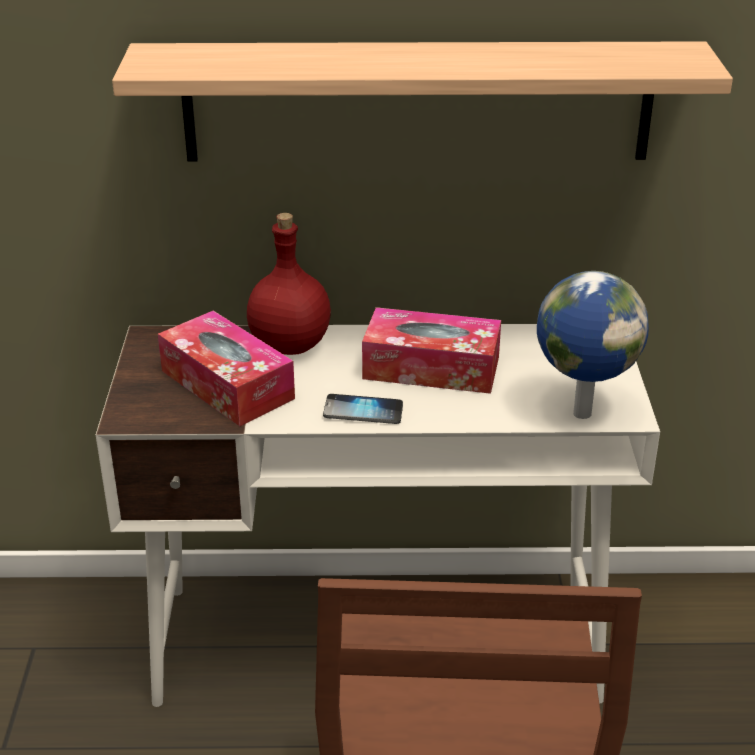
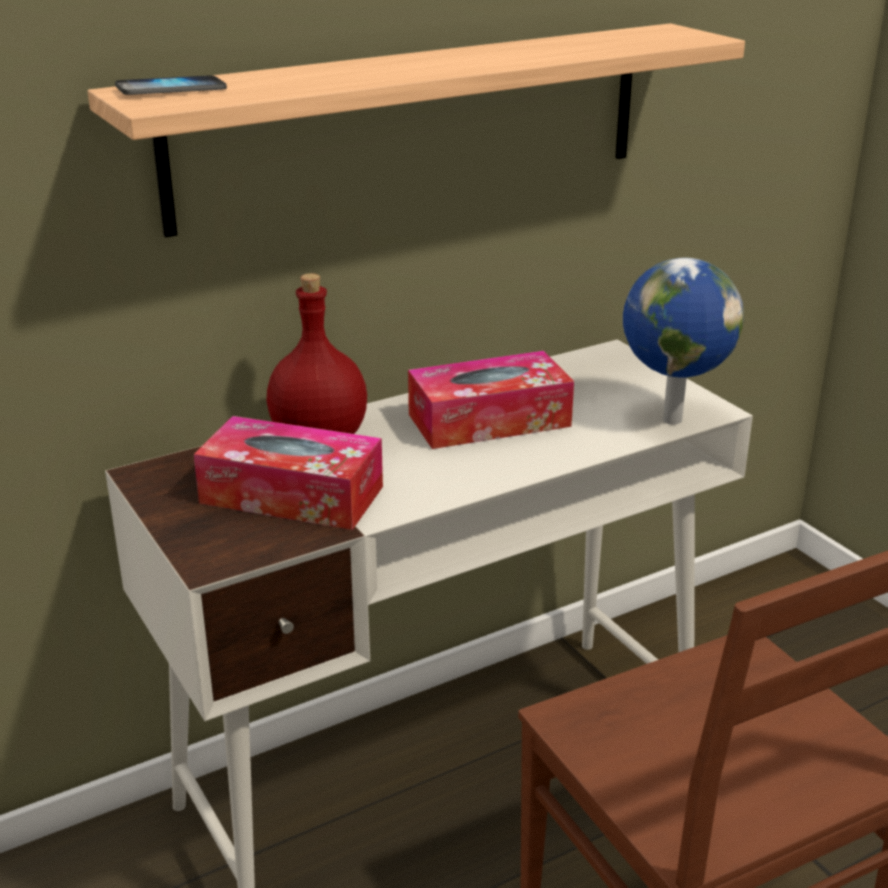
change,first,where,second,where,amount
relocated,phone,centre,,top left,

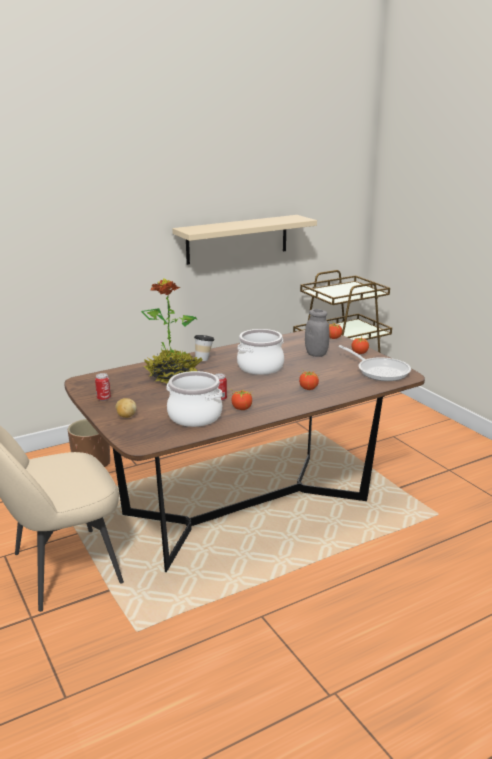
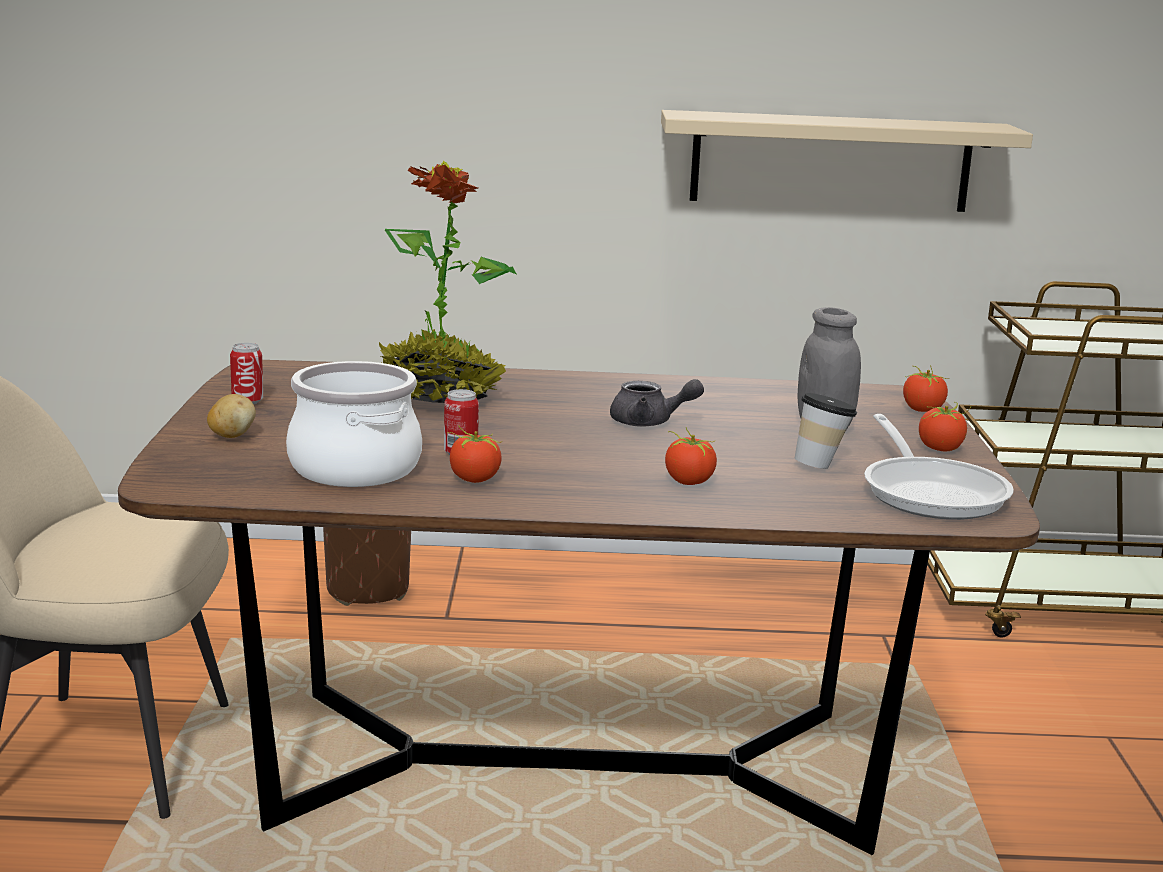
change,first,where,second,where,amount
relocated,cup,centre,,middle right,
exchanged,cooking pot (no. 2 from left),centre,grey teapot,centre,

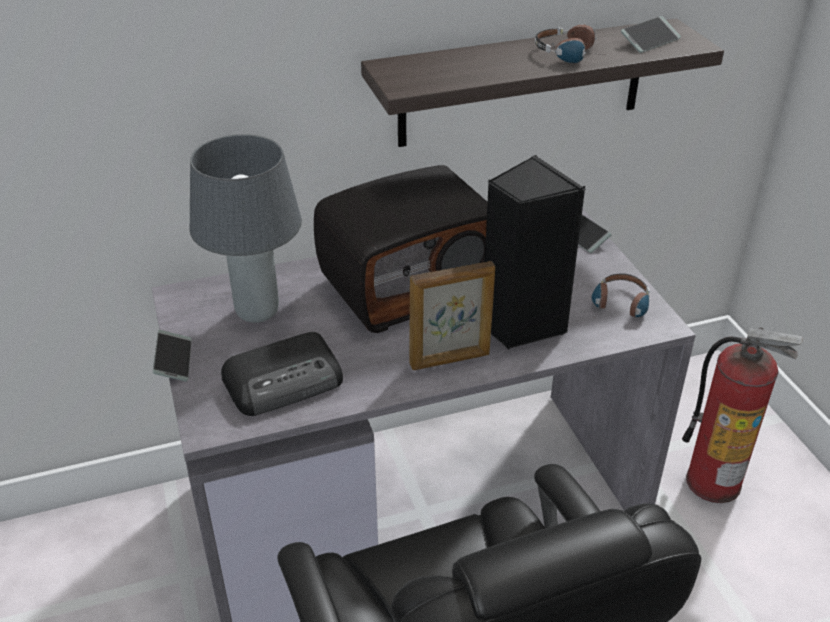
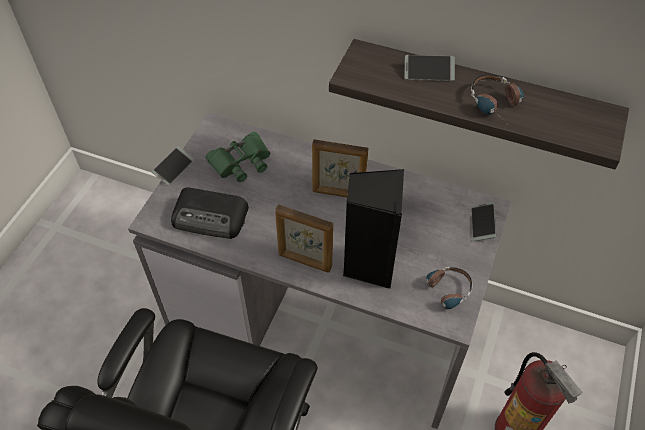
change,first,where,second,where,amount
exchanged,grey table lamp,middle left,green binoculars,centre,
exchanged,radio (no. 2 from left),centre,picture frame (no. 2 from left),centre,
relocated,phone (no. 3 from left in the first image),top right,phone (no. 2 from left),top centre,

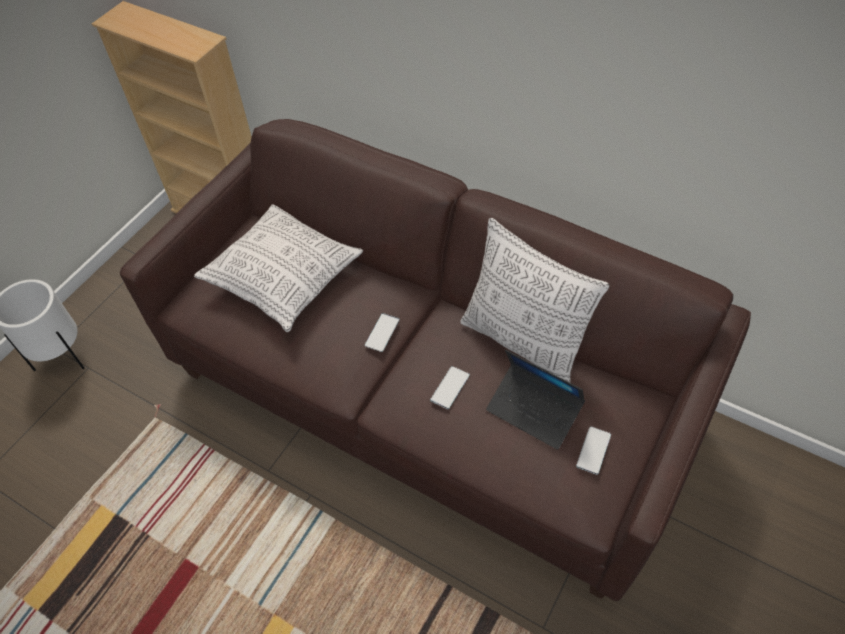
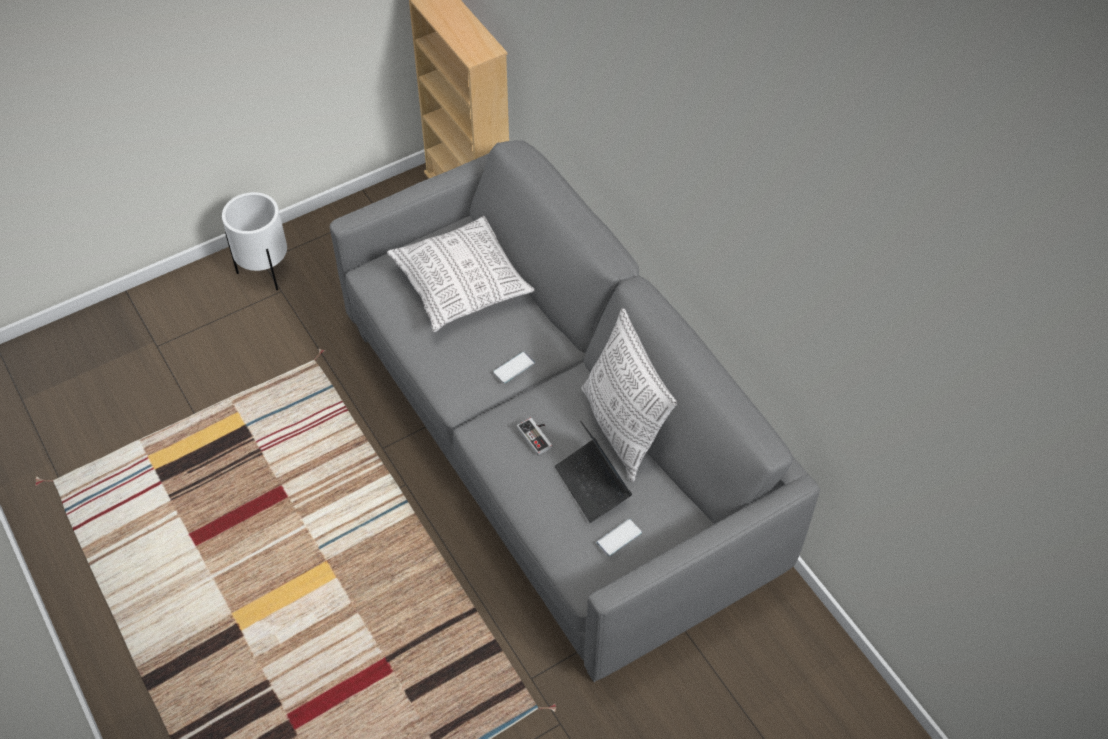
change,first,where,second,where,amount
colour,brown sofa,centre,grey sofa,centre,
exchanged,phone (no. 2 from left),centre,game controller,centre,

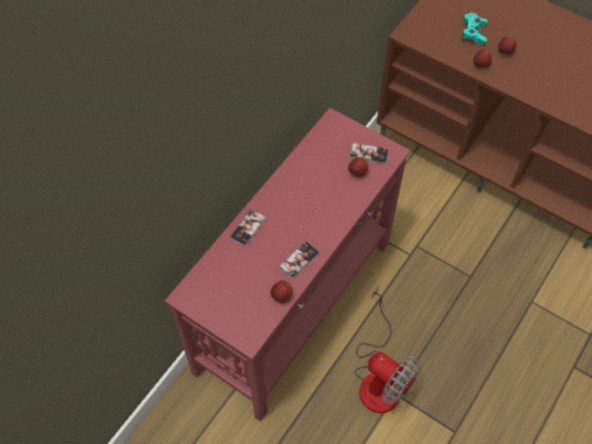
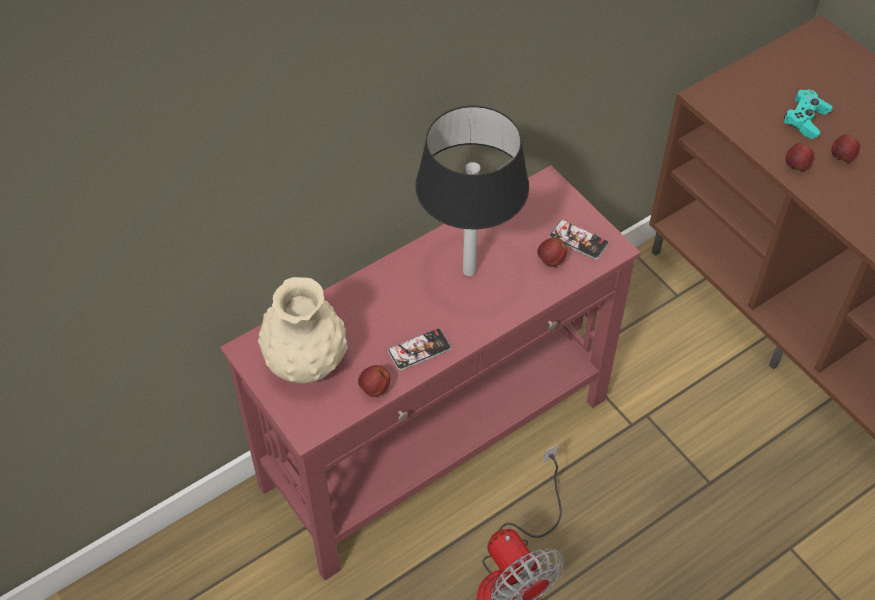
change,first,where,second,where,amount
missing,phone (no. 1 from left),centre,,,
appeared,,,beige vase,centre,
appeared,,,black table lamp,top centre,

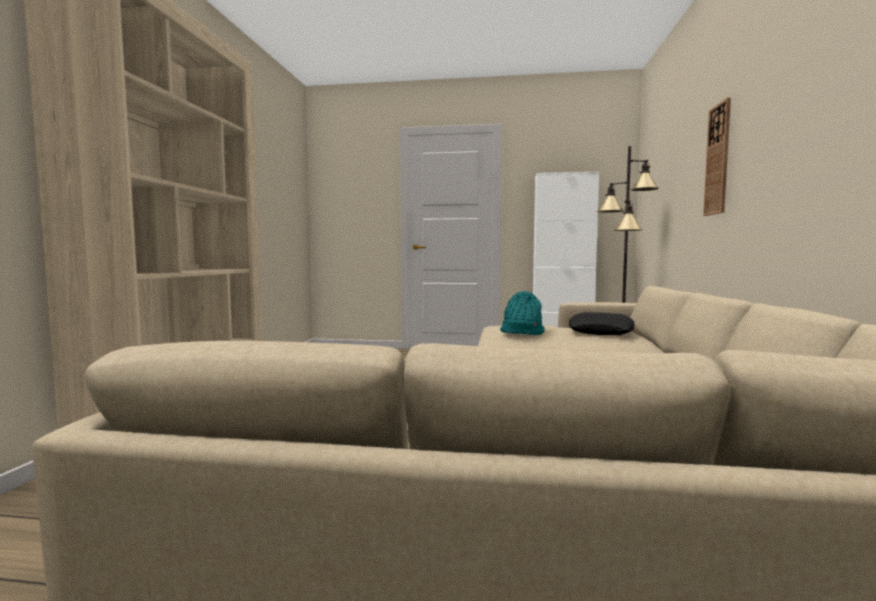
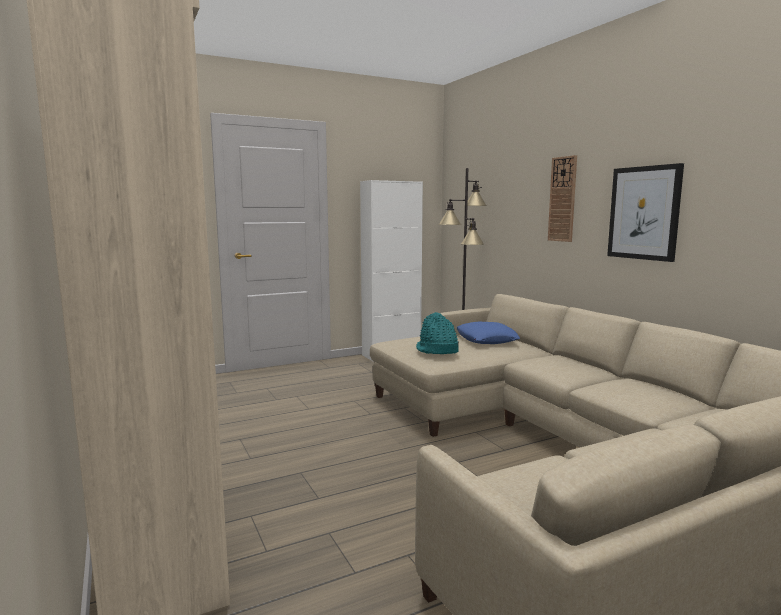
change,first,where,second,where,amount
colour,black pillow,middle right,blue pillow,centre,
appeared,,,picture,middle right,

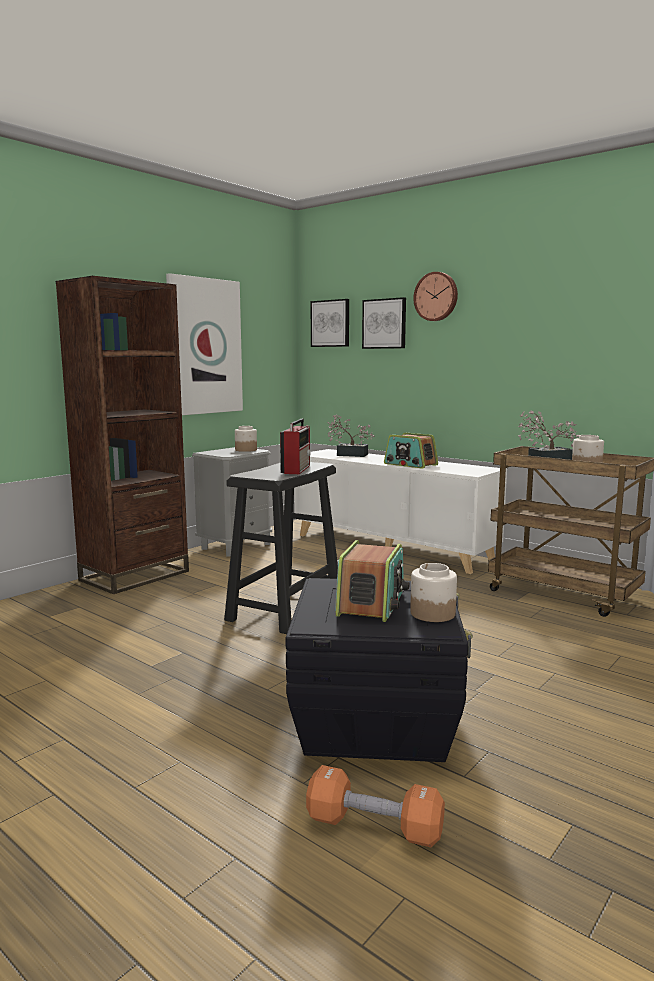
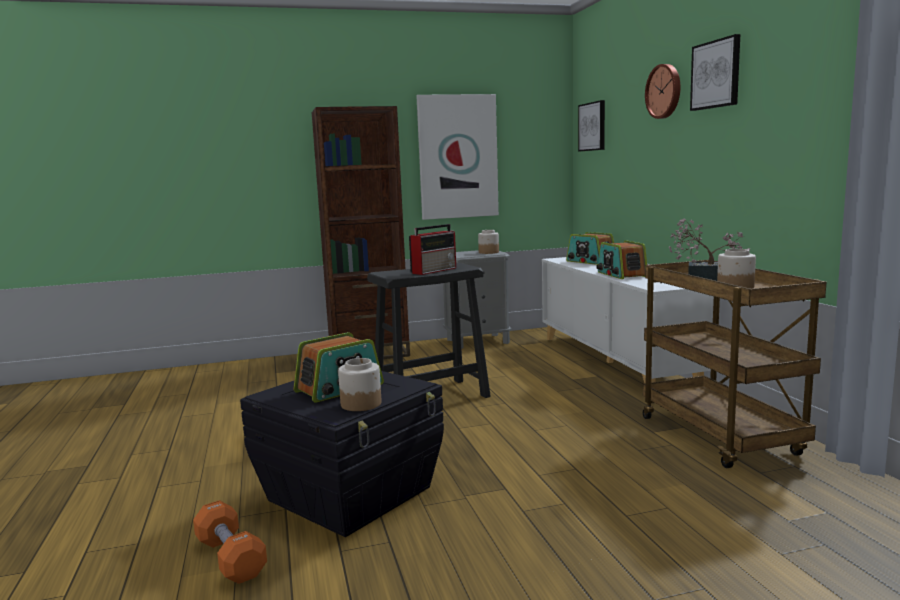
change,first,where,second,where,amount
exchanged,potted plant (no. 1 from left),centre,radio (no. 3 from left),centre,
relocated,picture (no. 3 from left),top centre,,top right,

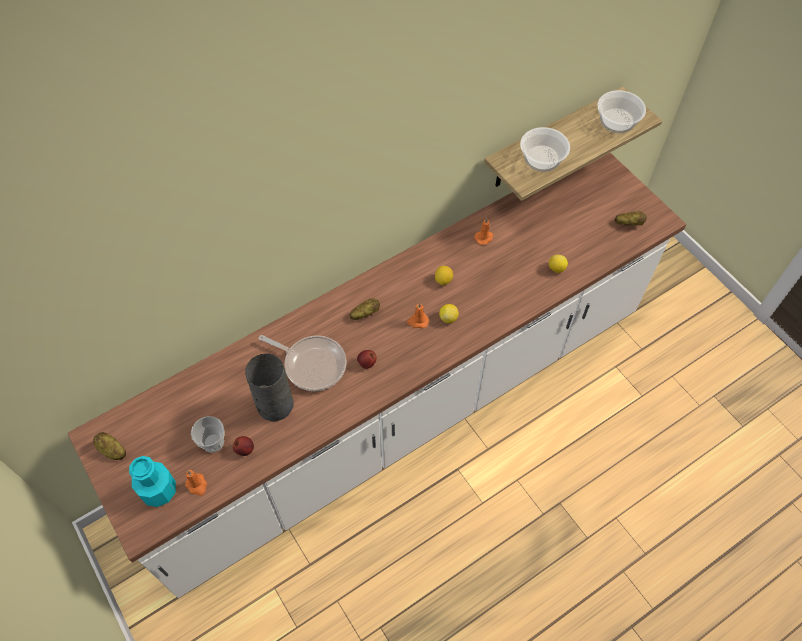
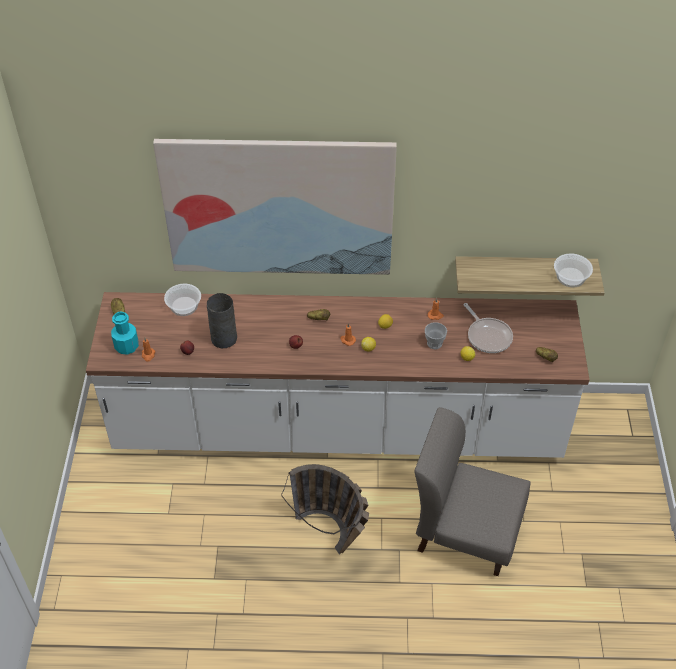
change,first,where,second,where,amount
relocated,cup,bottom left,,centre,
relocated,frying pan,centre,,middle right,
relocated,bowl (no. 1 from left),top right,,middle left,
appeared,,,picture,top centre,
appeared,,,basket,bottom centre,
appeared,,,grey chair,bottom right,

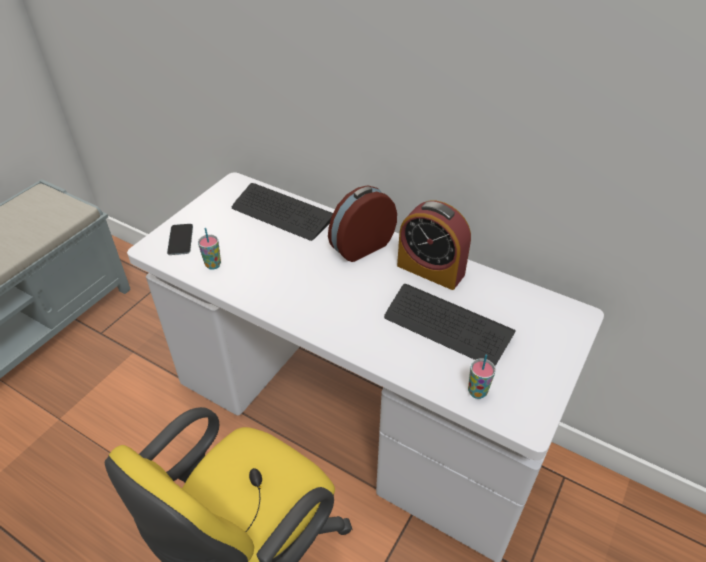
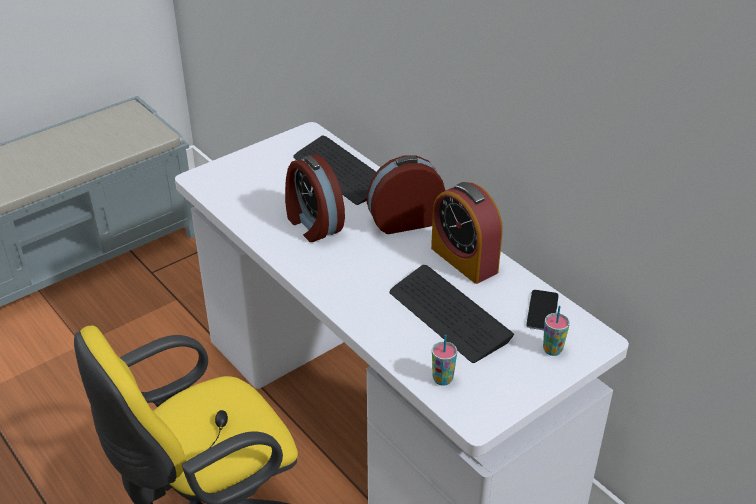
change,first,where,second,where,amount
relocated,phone,middle left,,middle right,
relocated,cup (no. 1 from left in the first image),middle left,cup (no. 2 from left),middle right,
appeared,,,alarm clock (no. 1 from left),centre,

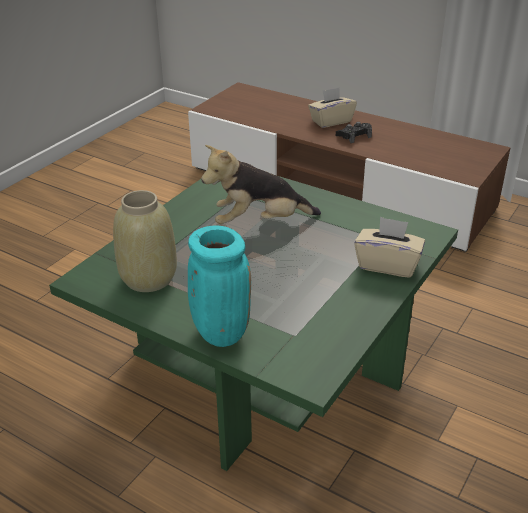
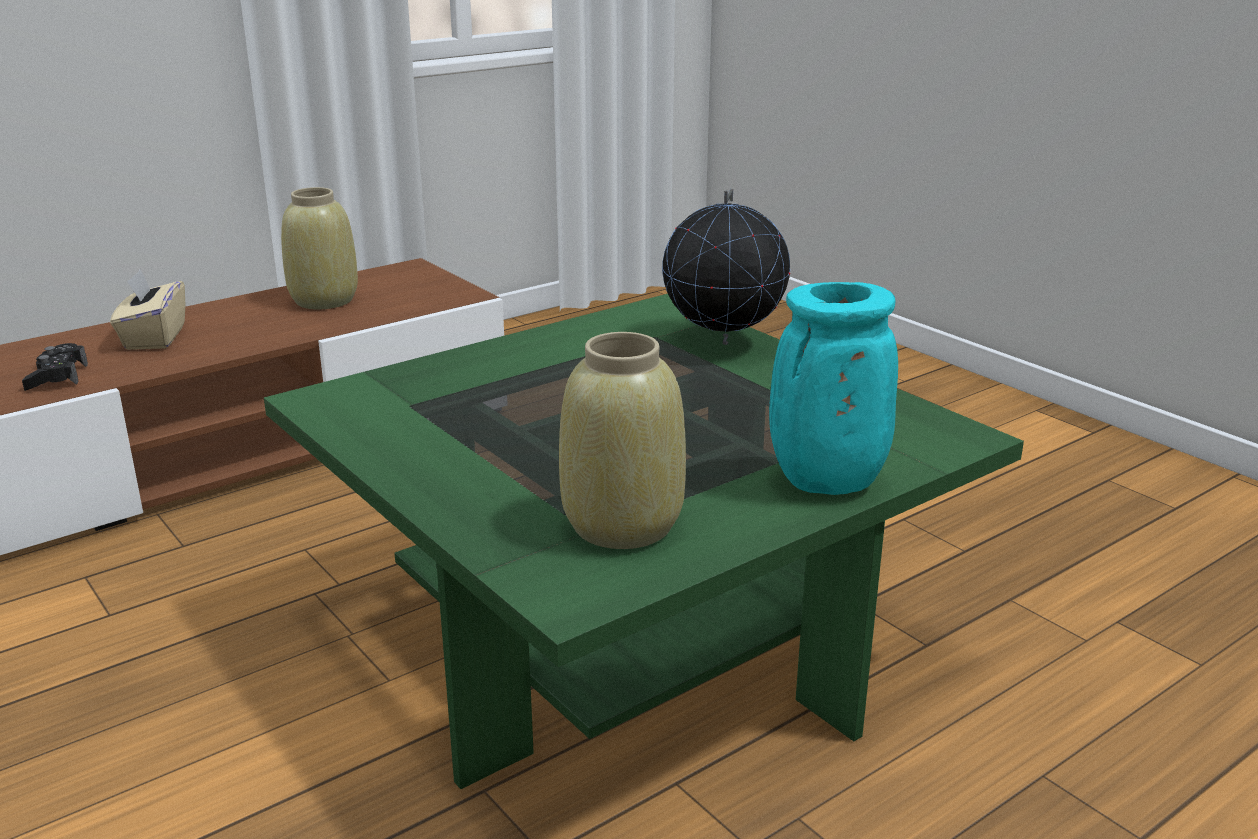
change,first,where,second,where,amount
missing,plush toy,centre,,,
relocated,black game controller,top right,,middle left,
exchanged,beige tissue box (no. 2 from left),middle right,globe,top centre,
appeared,,,beige vase (no. 1 from left),top left,

